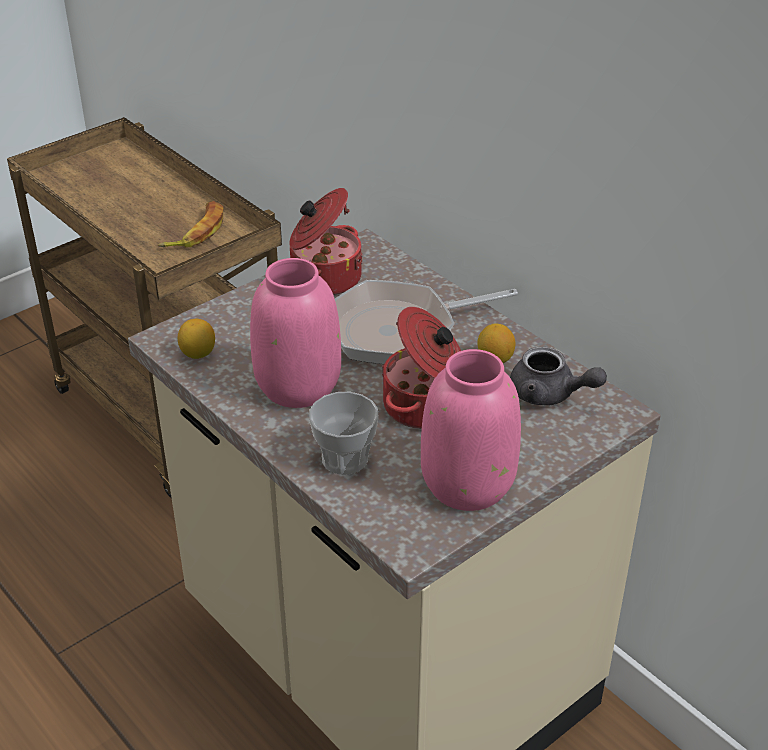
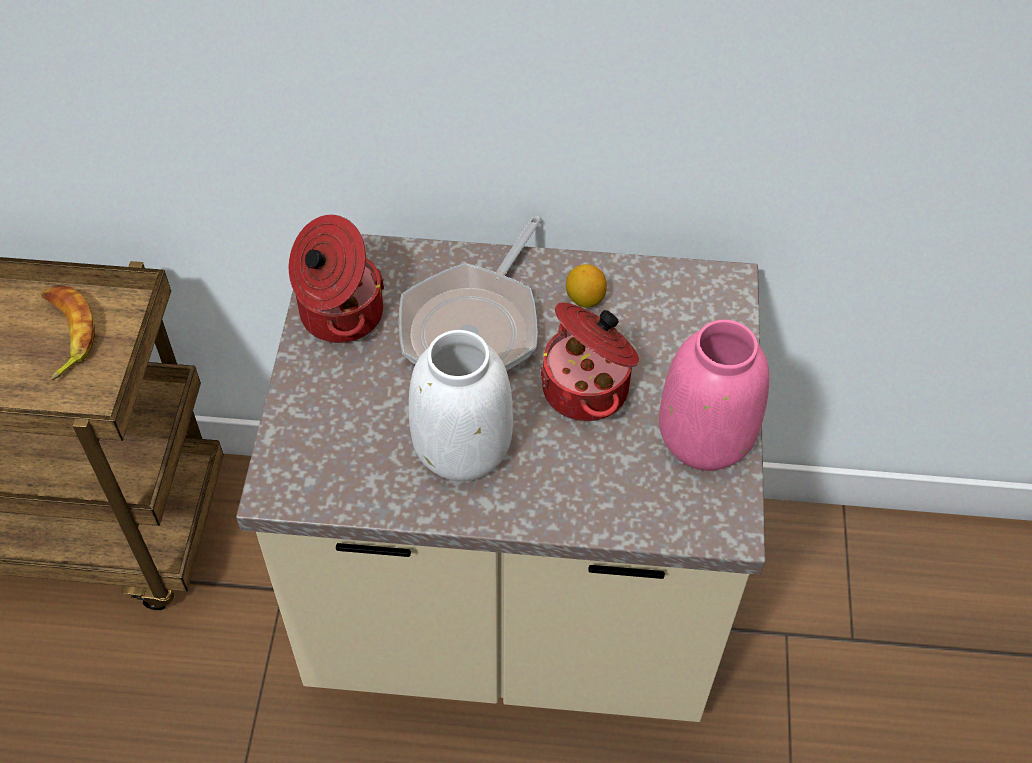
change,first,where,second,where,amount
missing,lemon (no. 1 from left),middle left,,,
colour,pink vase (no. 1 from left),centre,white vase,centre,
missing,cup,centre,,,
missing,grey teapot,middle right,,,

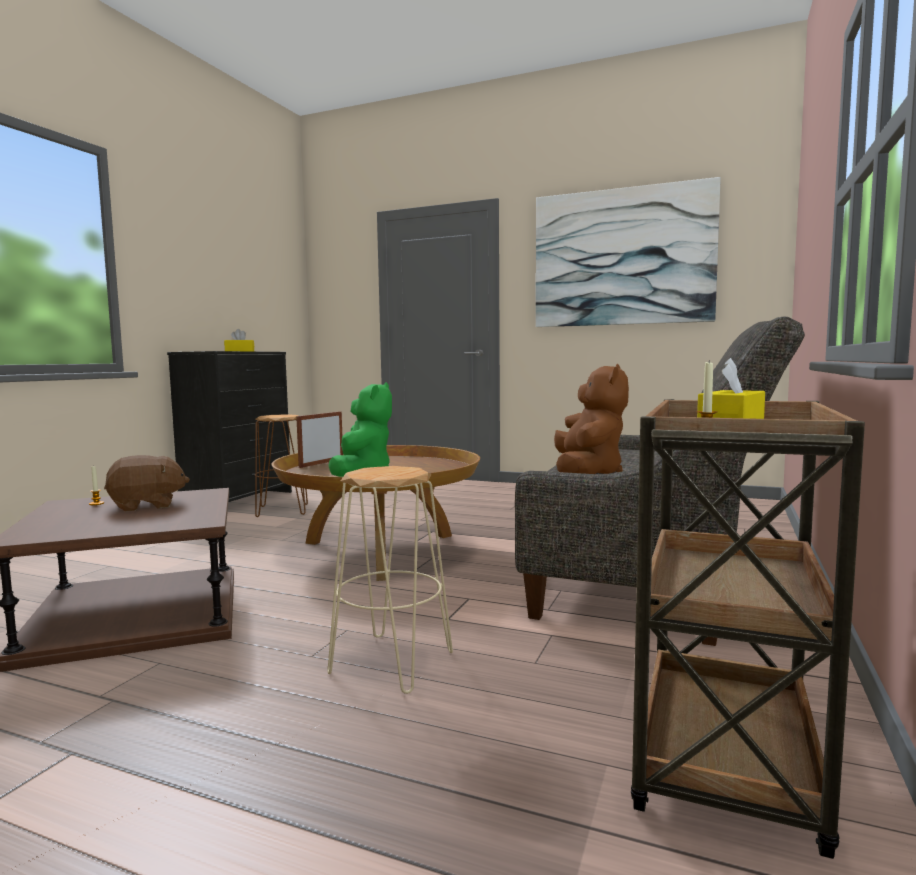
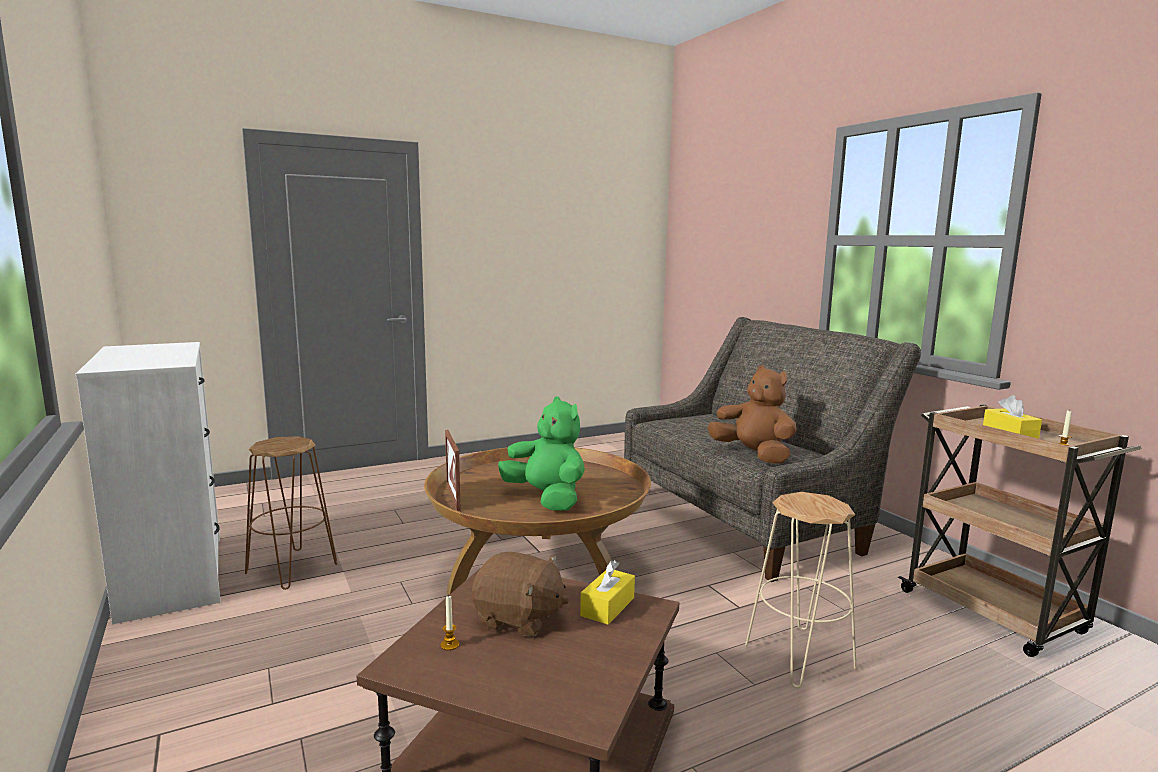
change,first,where,second,where,amount
spun,brown plush toy (no. 1 from left),middle left,,bottom centre,90 degrees clockwise
colour,black dresser,middle left,white dresser,middle left,
relocated,yellow tissue box (no. 1 from left),middle left,,bottom centre,
missing,picture,top right,,,

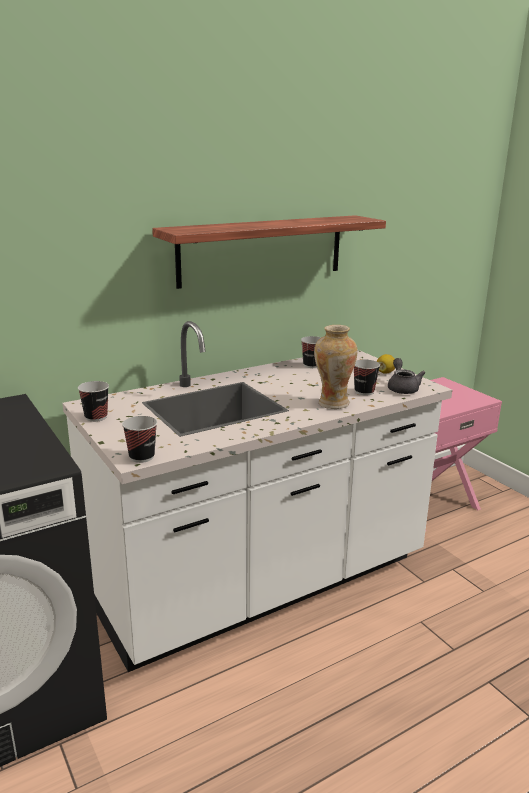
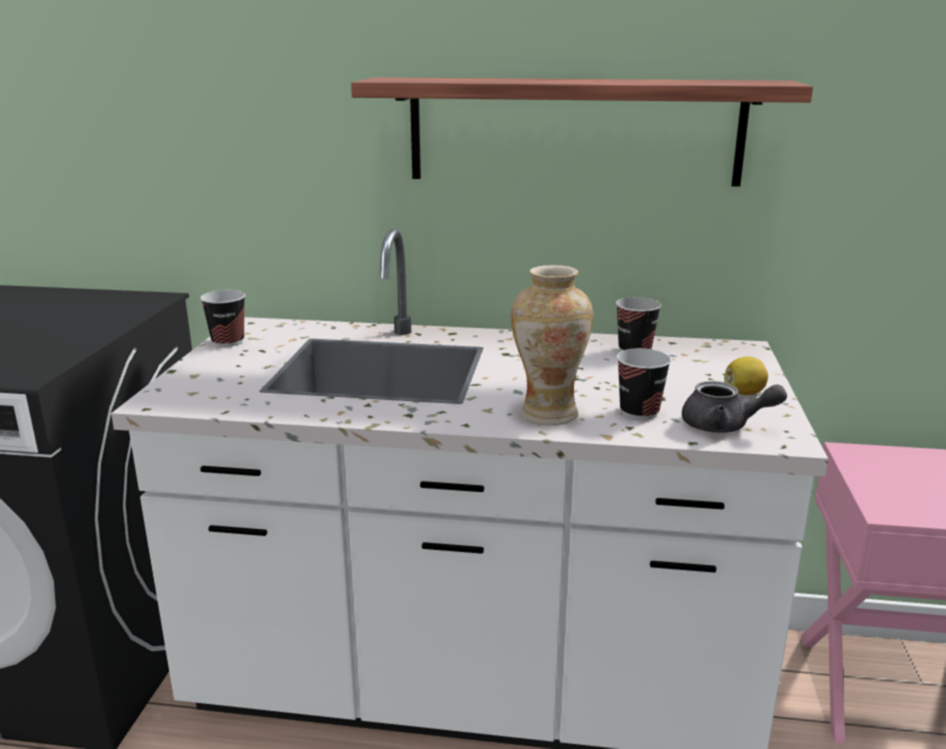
change,first,where,second,where,amount
missing,cup (no. 2 from left),middle left,,,
spun,grey teapot,middle right,,middle right,75 degrees clockwise

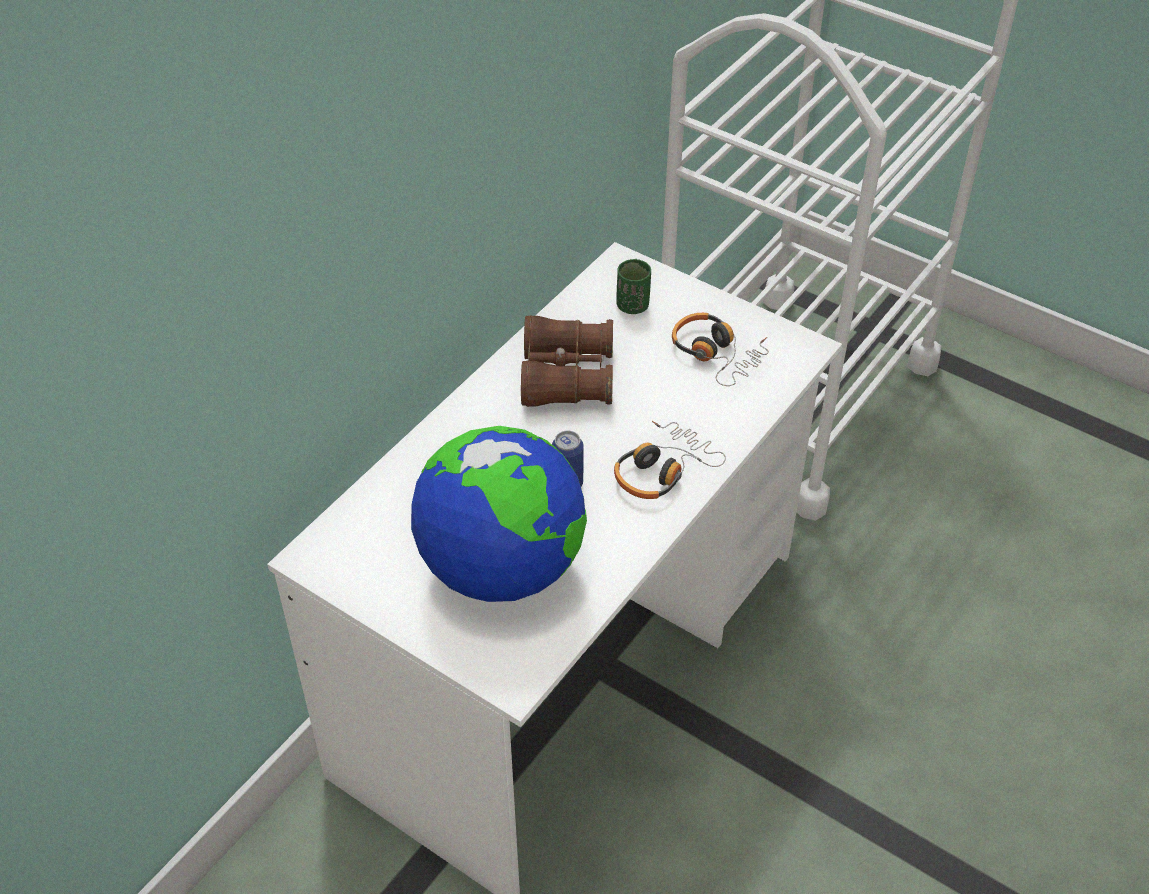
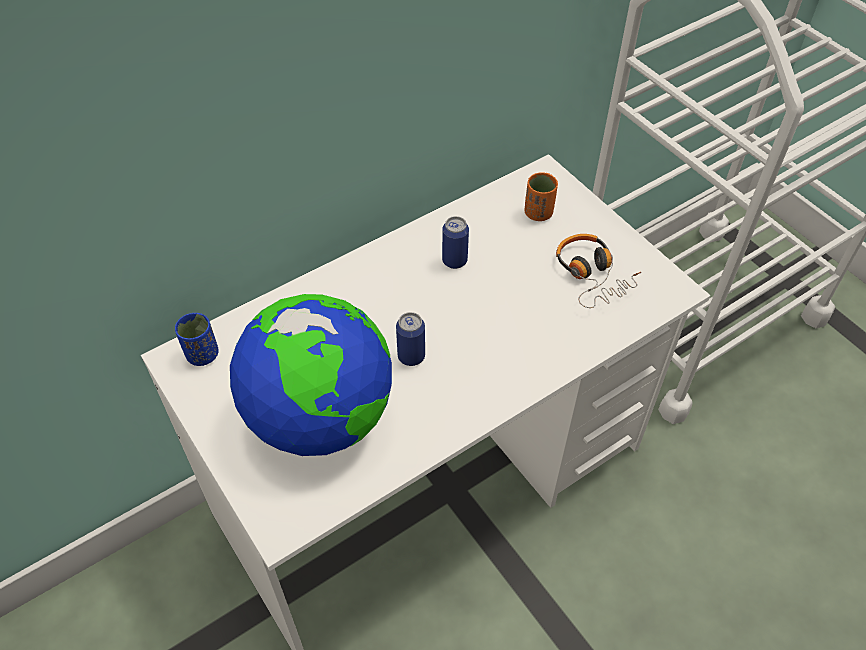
change,first,where,second,where,amount
exchanged,brown binoculars,centre,can (no. 2 from left),centre,
missing,headphones (no. 1 from left),centre,,,
colour,green cup,top centre,orange cup,top centre,
appeared,,,blue cup,middle left,

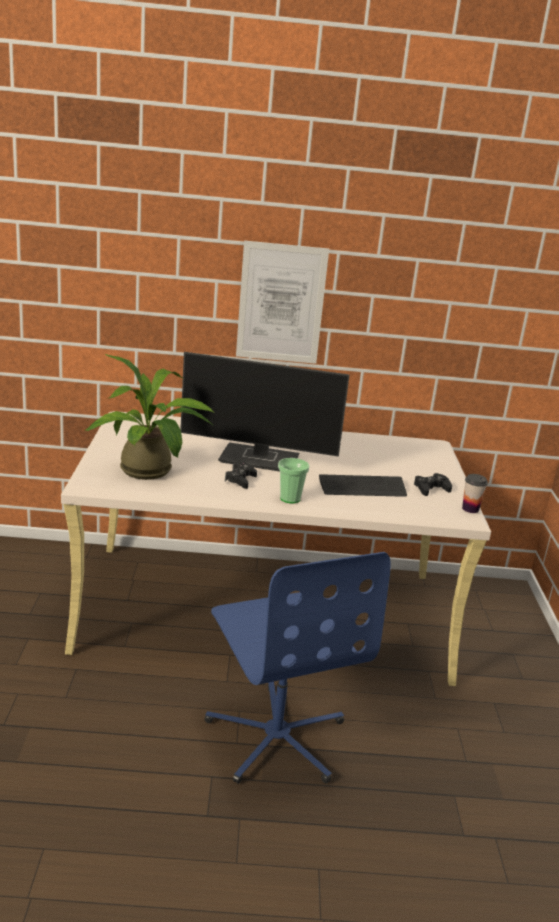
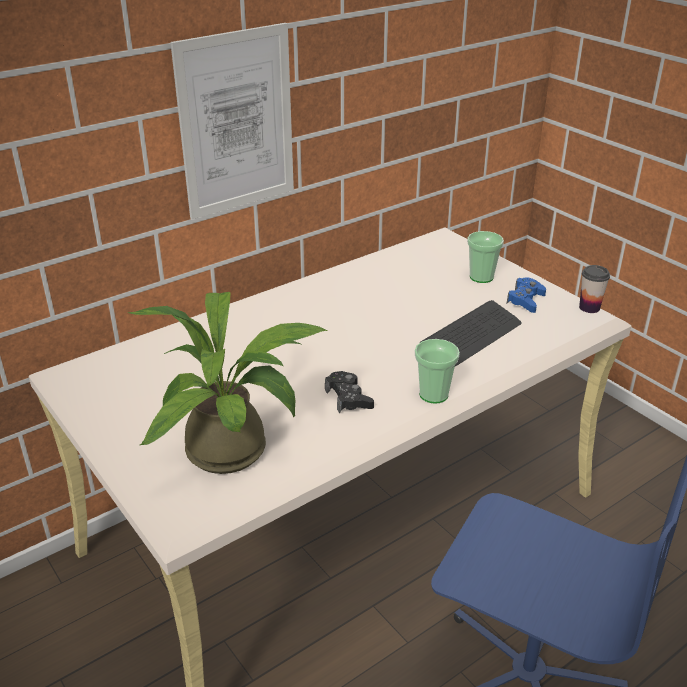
change,first,where,second,where,amount
missing,monitor,centre,,,
colour,black game controller (no. 2 from left),middle right,blue game controller,middle right,
appeared,,,cup (no. 2 from left),middle right,

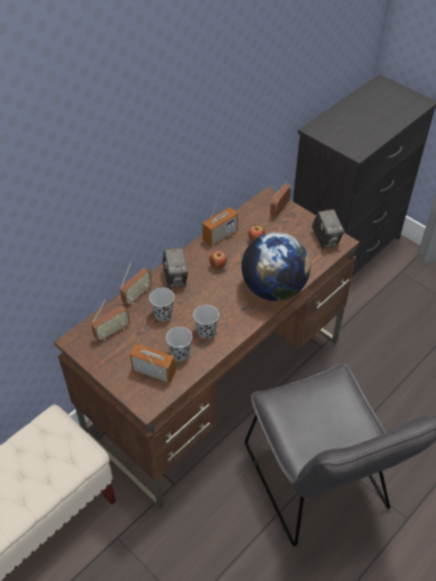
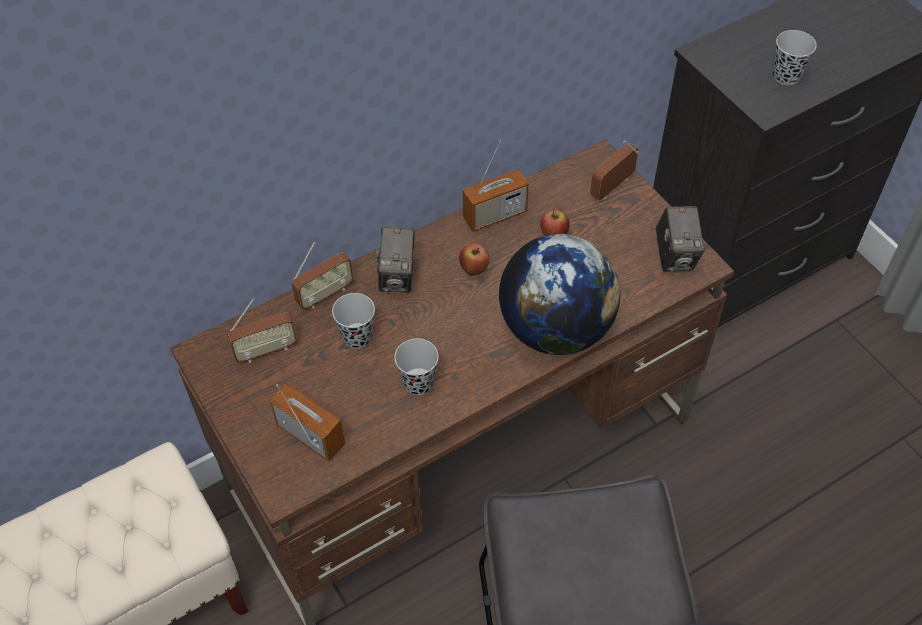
change,first,where,second,where,amount
relocated,black cup (no. 2 from left in the first image),centre,black cup (no. 3 from left),top right,

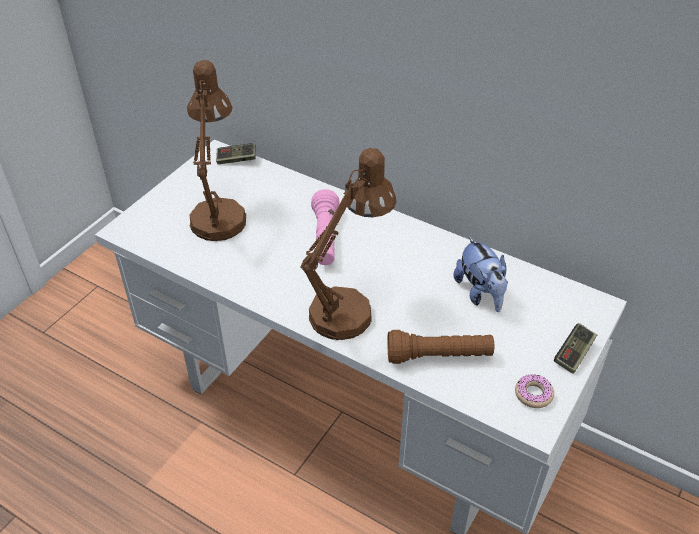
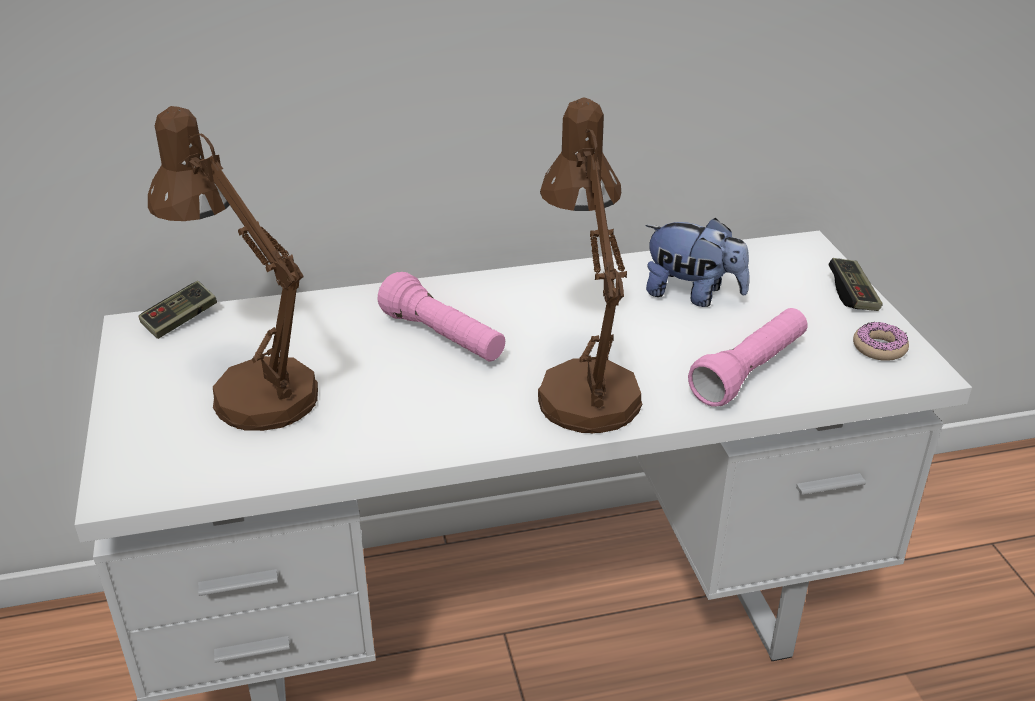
change,first,where,second,where,amount
colour,brown flashlight,centre,pink flashlight (no. 2 from left),middle right,

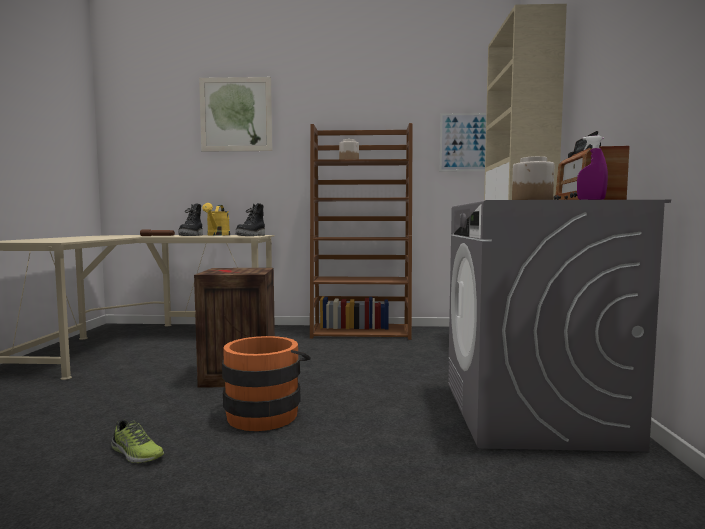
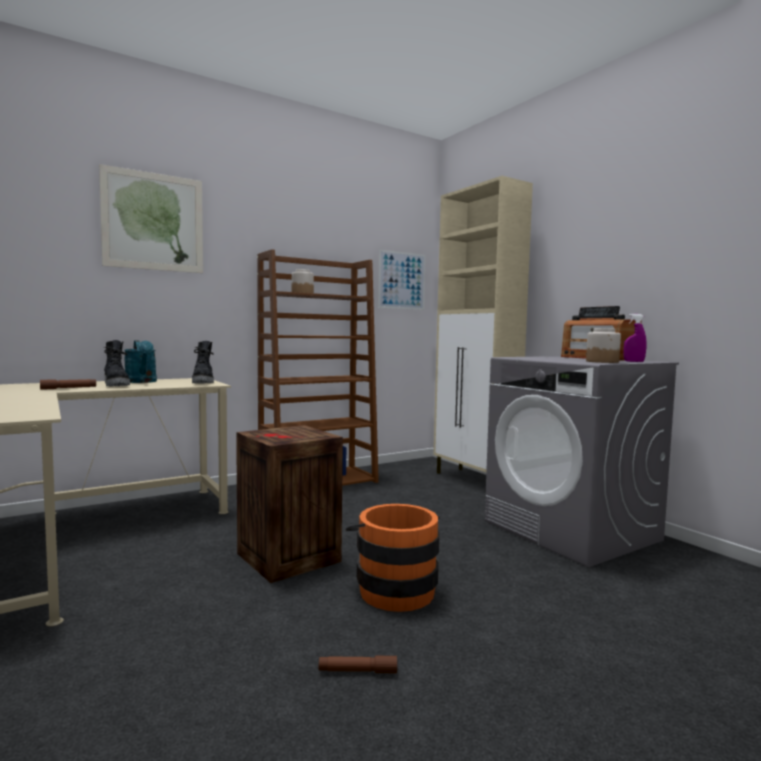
change,first,where,second,where,amount
exchanged,shoe,bottom left,brown flashlight (no. 2 from left),bottom centre,
colour,yellow watering can,middle left,turquoise watering can,middle left,

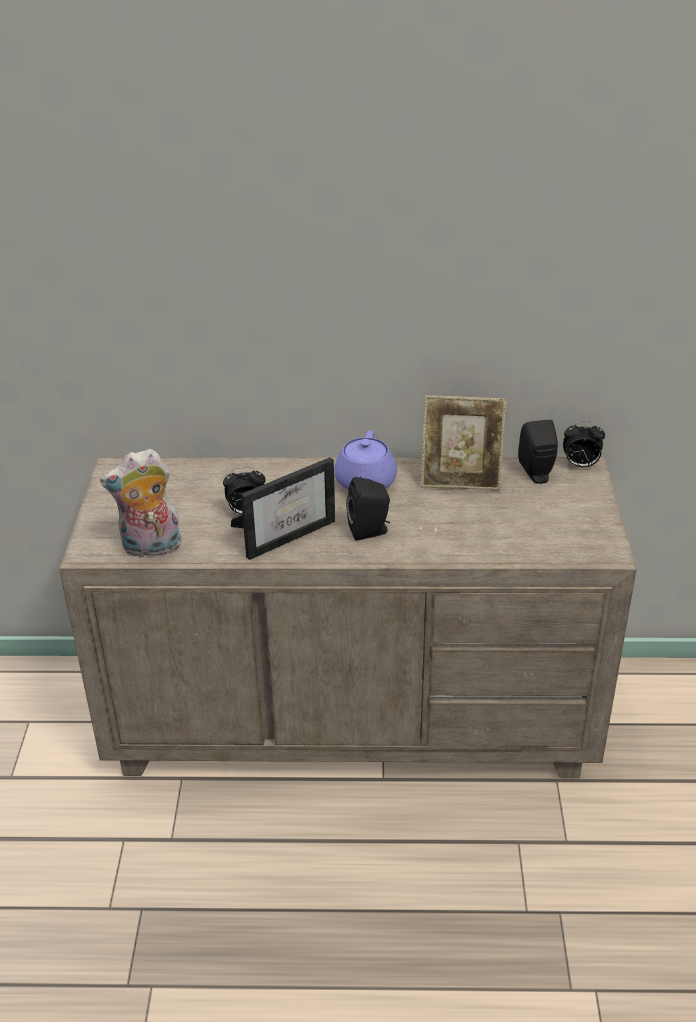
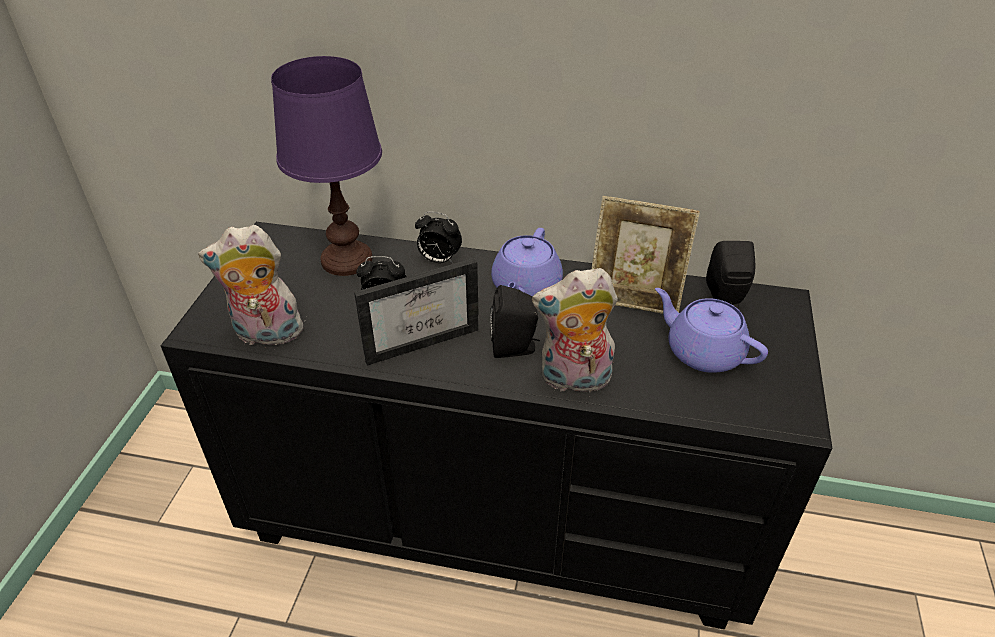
change,first,where,second,where,amount
colour,beige dresser,centre,black dresser,bottom centre,
relocated,alarm clock (no. 2 from left),middle right,,centre,
appeared,,,purple table lamp,top left,
appeared,,,plush toy (no. 2 from left),centre,
appeared,,,purple teapot (no. 2 from left),middle right,

